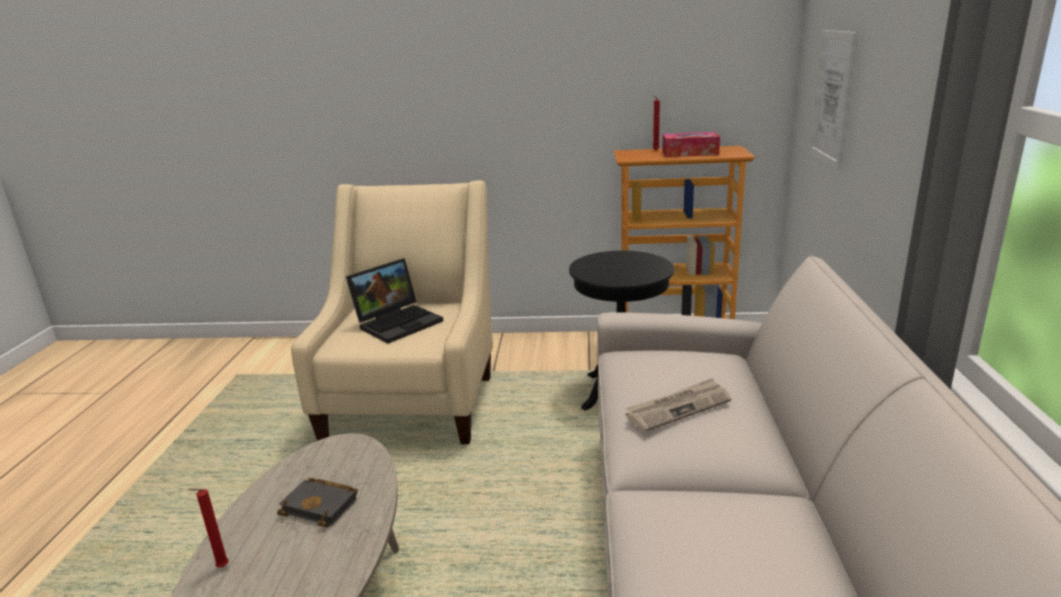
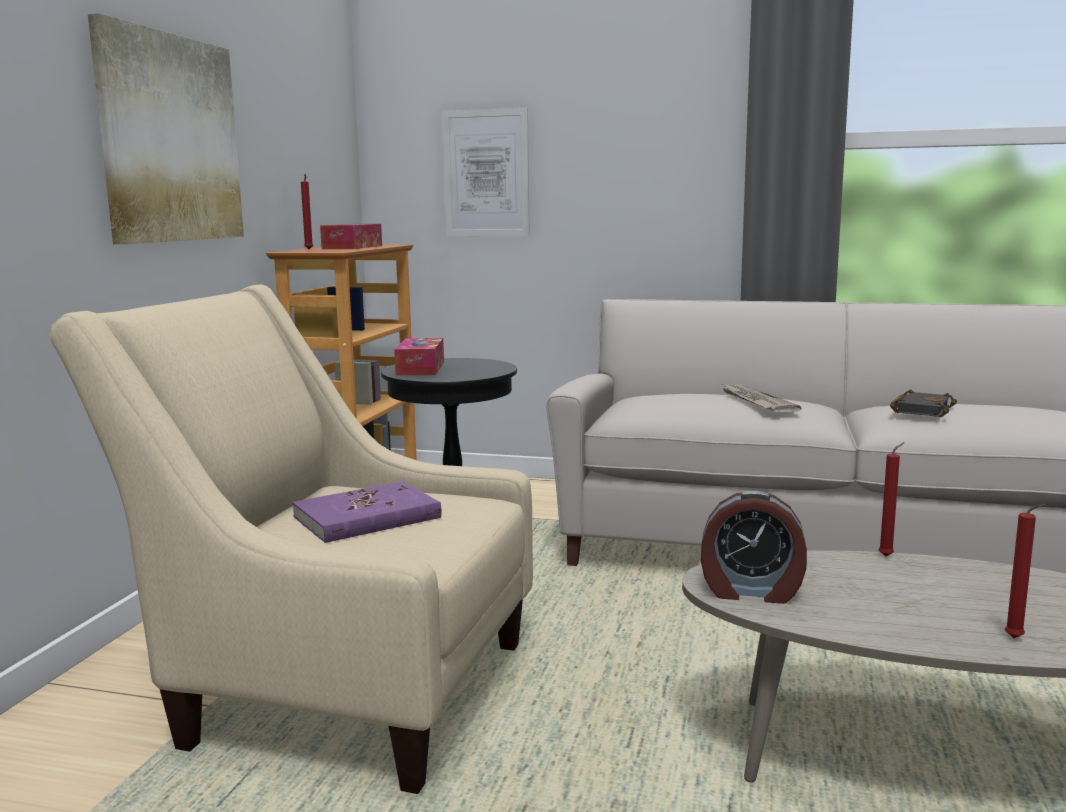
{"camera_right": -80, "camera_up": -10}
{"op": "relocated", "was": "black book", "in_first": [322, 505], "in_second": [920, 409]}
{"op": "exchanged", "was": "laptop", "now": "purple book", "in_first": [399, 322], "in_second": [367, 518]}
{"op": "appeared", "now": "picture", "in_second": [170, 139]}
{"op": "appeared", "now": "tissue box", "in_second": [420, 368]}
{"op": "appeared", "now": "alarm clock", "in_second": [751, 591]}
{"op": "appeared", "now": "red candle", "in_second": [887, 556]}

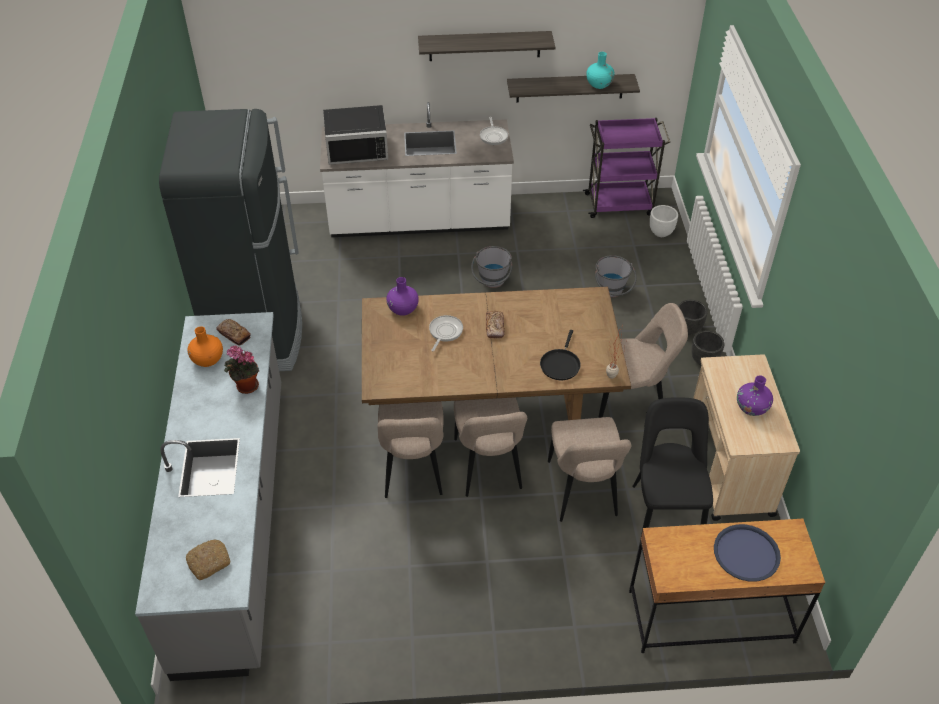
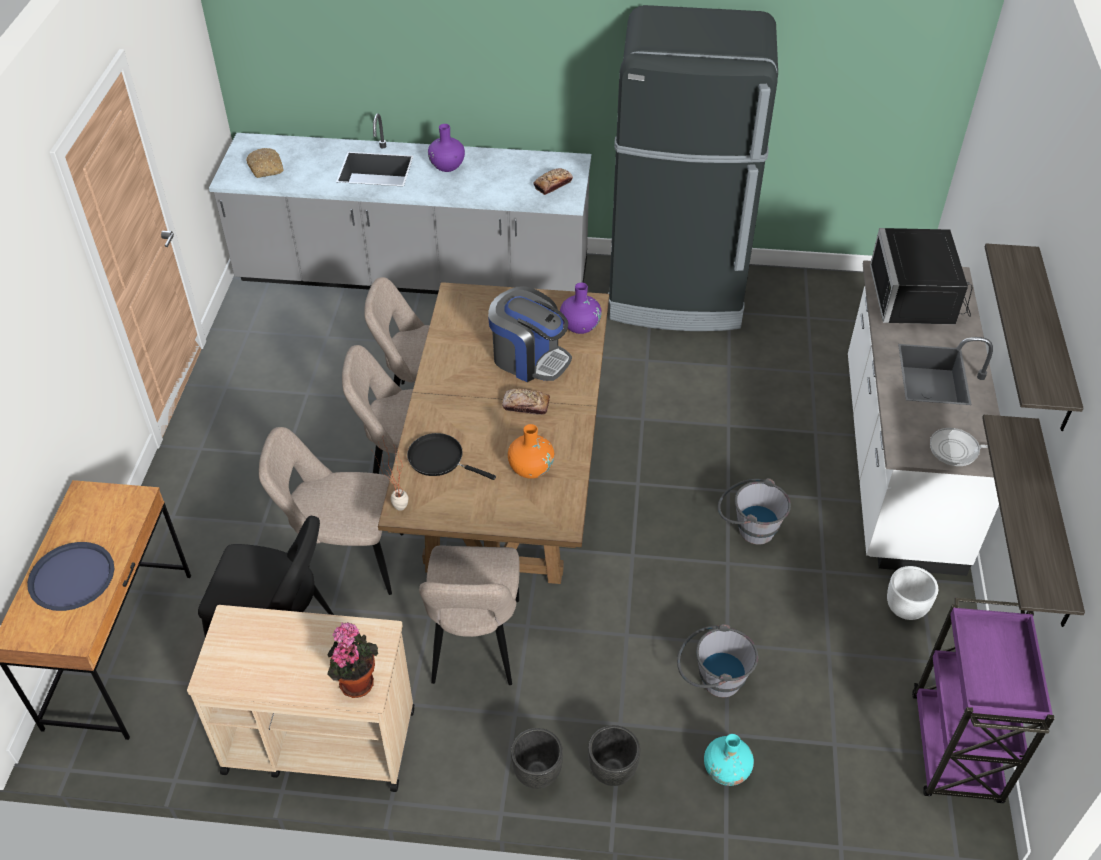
{"camera_right": 100, "camera_up": 0}
{"op": "relocated", "was": "orange vase", "in_first": [208, 360], "in_second": [531, 468]}
{"op": "relocated", "was": "potted plant", "in_first": [245, 387], "in_second": [355, 681]}
{"op": "exchanged", "was": "frying pan", "now": "coffee machine", "in_first": [445, 332], "in_second": [529, 358]}
{"op": "relocated", "was": "turquoise vase", "in_first": [599, 84], "in_second": [726, 770]}
{"op": "relocated", "was": "white planter", "in_first": [661, 233], "in_second": [905, 610]}
{"op": "relocated", "was": "purple vase", "in_first": [751, 408], "in_second": [447, 166]}

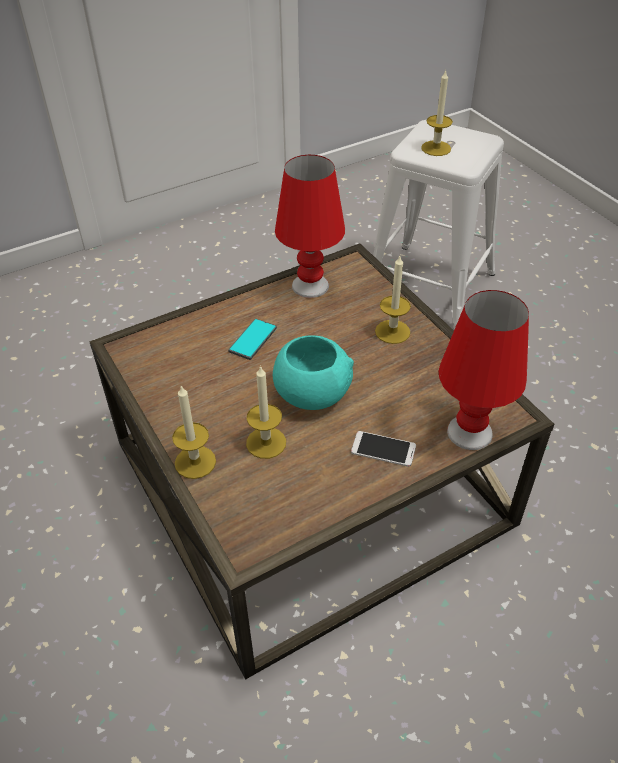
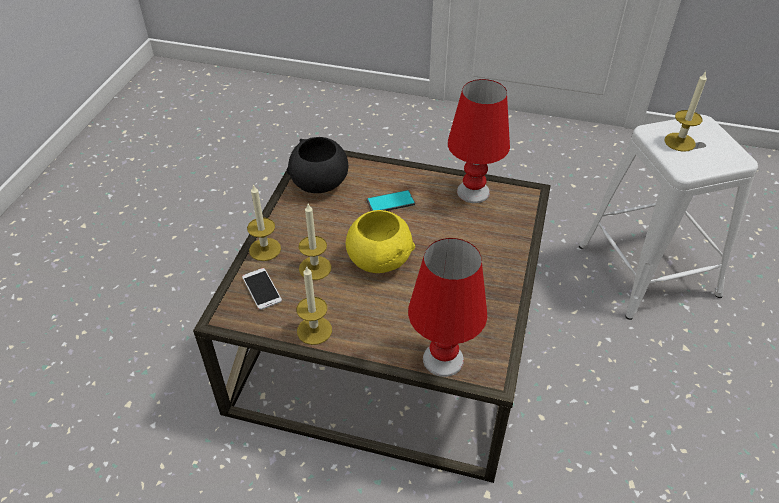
{"camera_right": 45, "camera_up": 0}
{"op": "colour", "was": "turquoise bowl", "now": "yellow bowl", "in_first": [311, 394], "in_second": [379, 260]}
{"op": "relocated", "was": "phone", "in_first": [383, 449], "in_second": [261, 289]}
{"op": "relocated", "was": "candle", "in_first": [392, 331], "in_second": [314, 330]}
{"op": "appeared", "now": "black bowl", "in_second": [320, 184]}

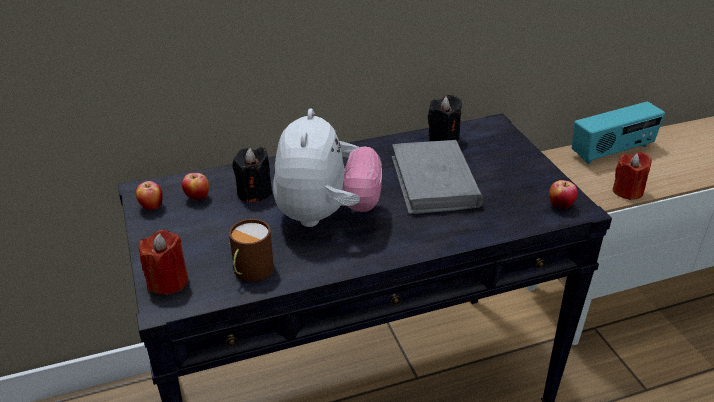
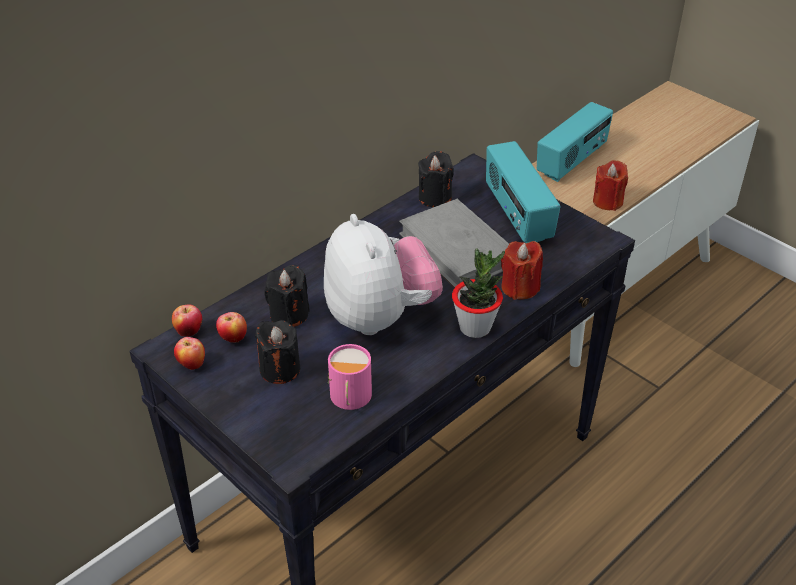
{"camera_right": -25, "camera_up": 5}
{"op": "relocated", "was": "red candle", "in_first": [167, 281], "in_second": [520, 287]}
{"op": "colour", "was": "brown mug", "now": "pink mug", "in_first": [250, 270], "in_second": [349, 398]}
{"op": "relocated", "was": "apple", "in_first": [560, 205], "in_second": [189, 331]}
{"op": "appeared", "now": "black candle", "in_second": [280, 369]}
{"op": "appeared", "now": "potted plant", "in_second": [475, 327]}
{"op": "appeared", "now": "radio", "in_second": [517, 216]}

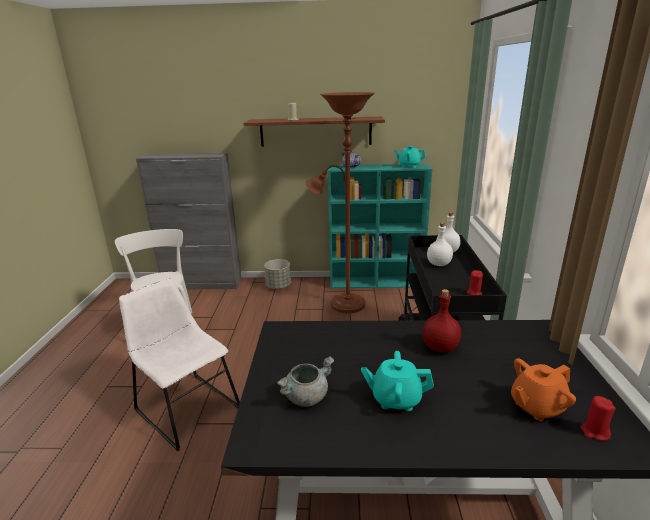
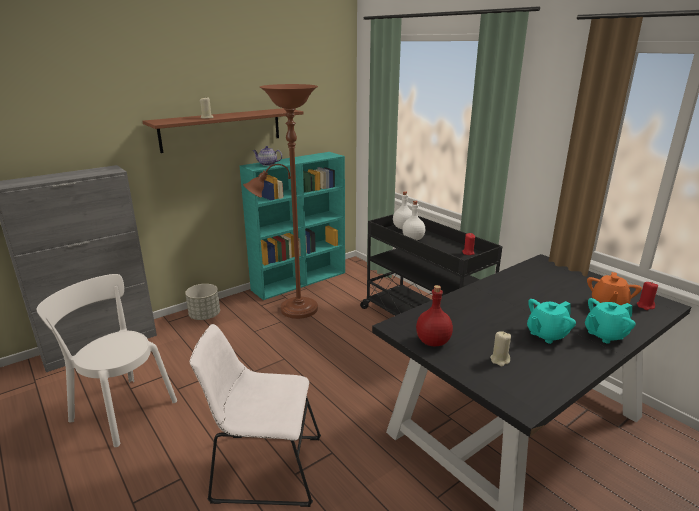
{"camera_right": -40, "camera_up": 0}
{"op": "exchanged", "was": "grey cooking pot", "now": "beige candle", "in_first": [306, 397], "in_second": [500, 360]}
{"op": "relocated", "was": "turquoise teapot", "in_first": [409, 166], "in_second": [604, 335]}
{"op": "relocated", "was": "red bottle", "in_first": [439, 347], "in_second": [432, 342]}

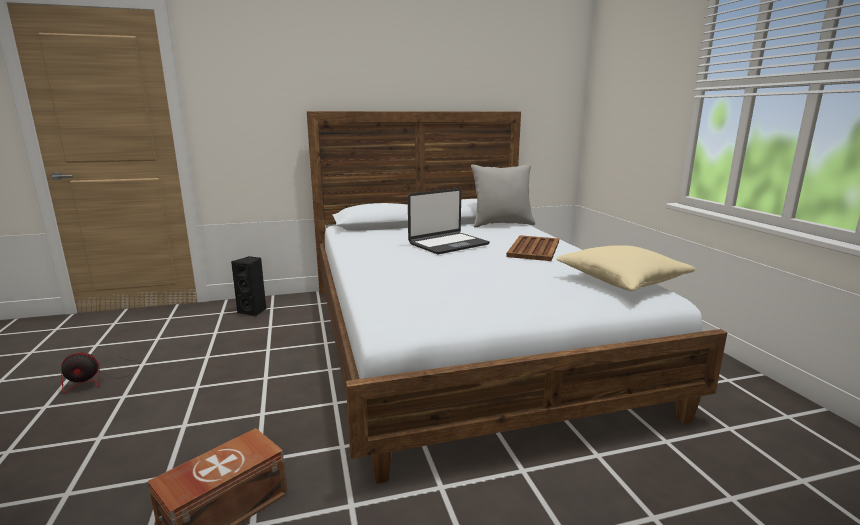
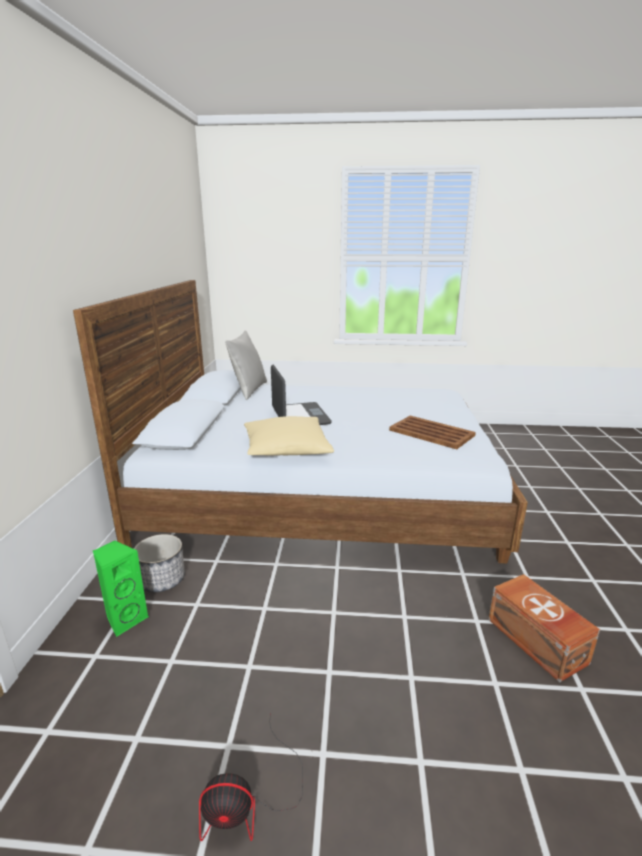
{"camera_right": -70, "camera_up": 5}
{"op": "spun", "was": "fan", "in_first": [100, 379], "in_second": [250, 801], "clockwise": 90}
{"op": "colour", "was": "black speaker", "now": "green speaker", "in_first": [253, 311], "in_second": [126, 619]}
{"op": "relocated", "was": "brown tray", "in_first": [534, 249], "in_second": [430, 432]}
{"op": "relocated", "was": "beige pillow", "in_first": [621, 281], "in_second": [286, 449]}
{"op": "appeared", "now": "planter", "in_second": [162, 580]}

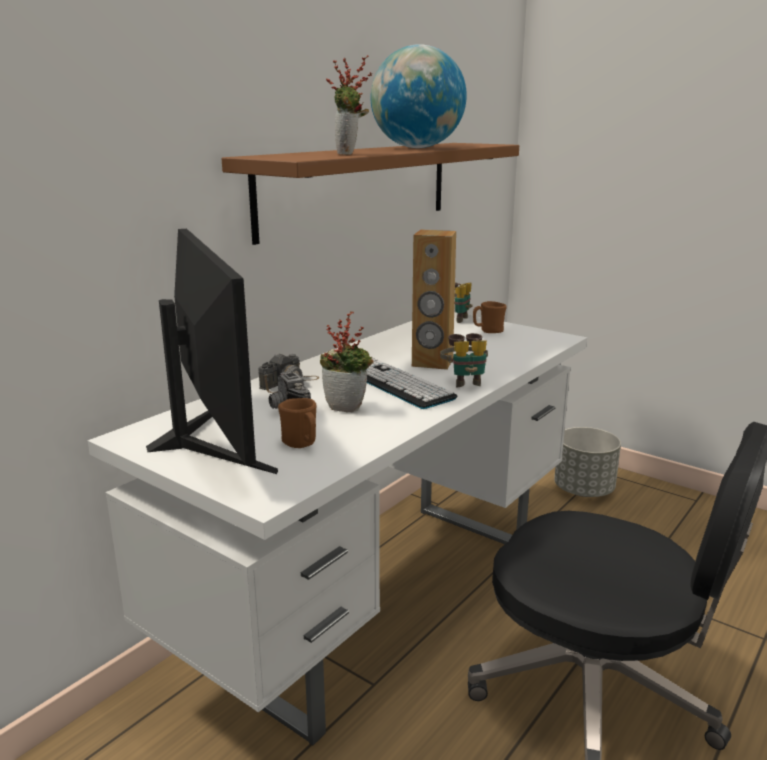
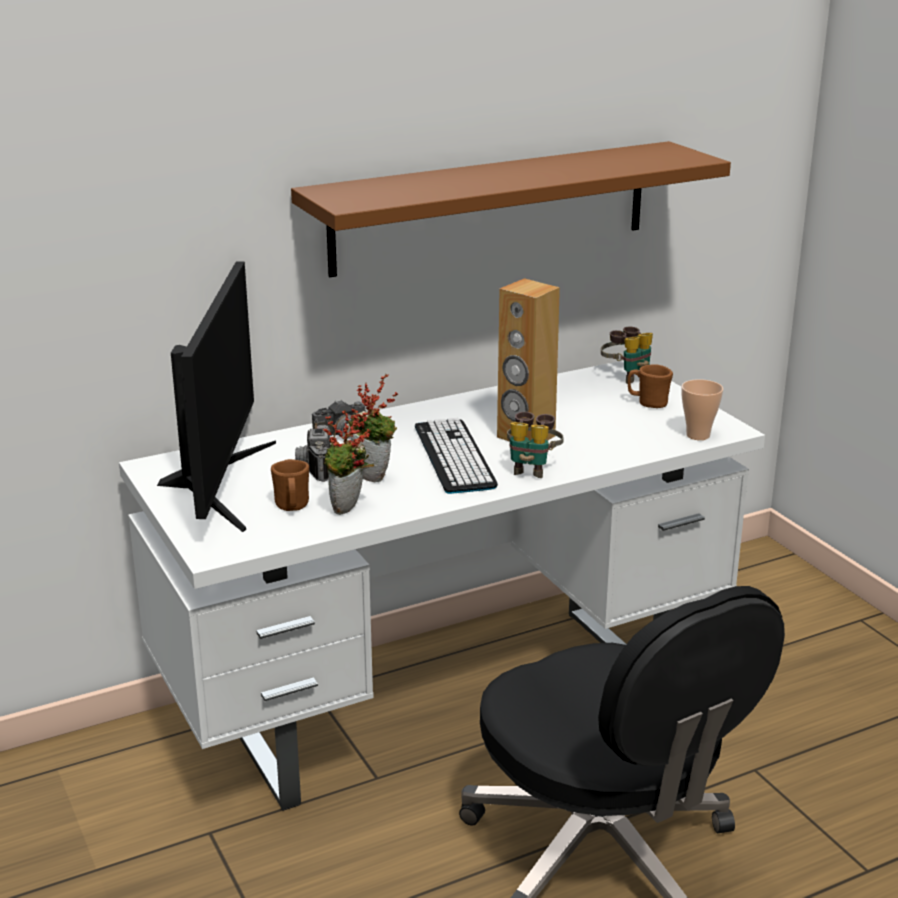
{"camera_right": 25, "camera_up": 5}
{"op": "relocated", "was": "potted plant", "in_first": [350, 154], "in_second": [349, 509]}
{"op": "missing", "was": "globe", "in_first": [417, 148]}
{"op": "missing", "was": "grey planter", "in_first": [583, 490]}
{"op": "appeared", "now": "cup", "in_second": [698, 435]}

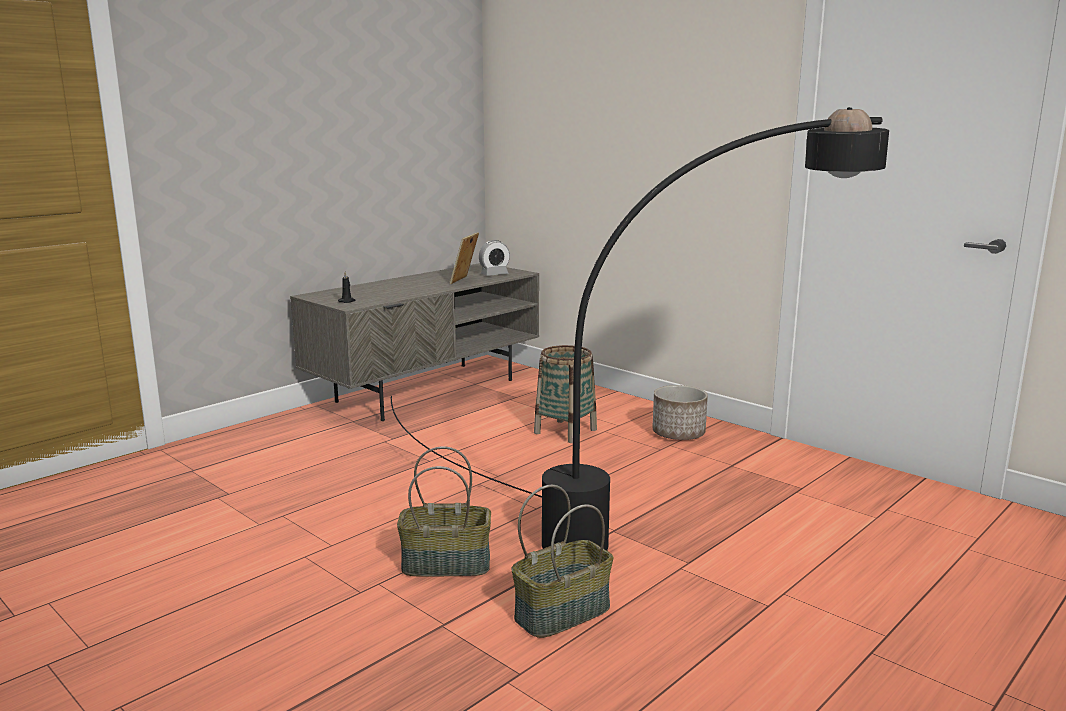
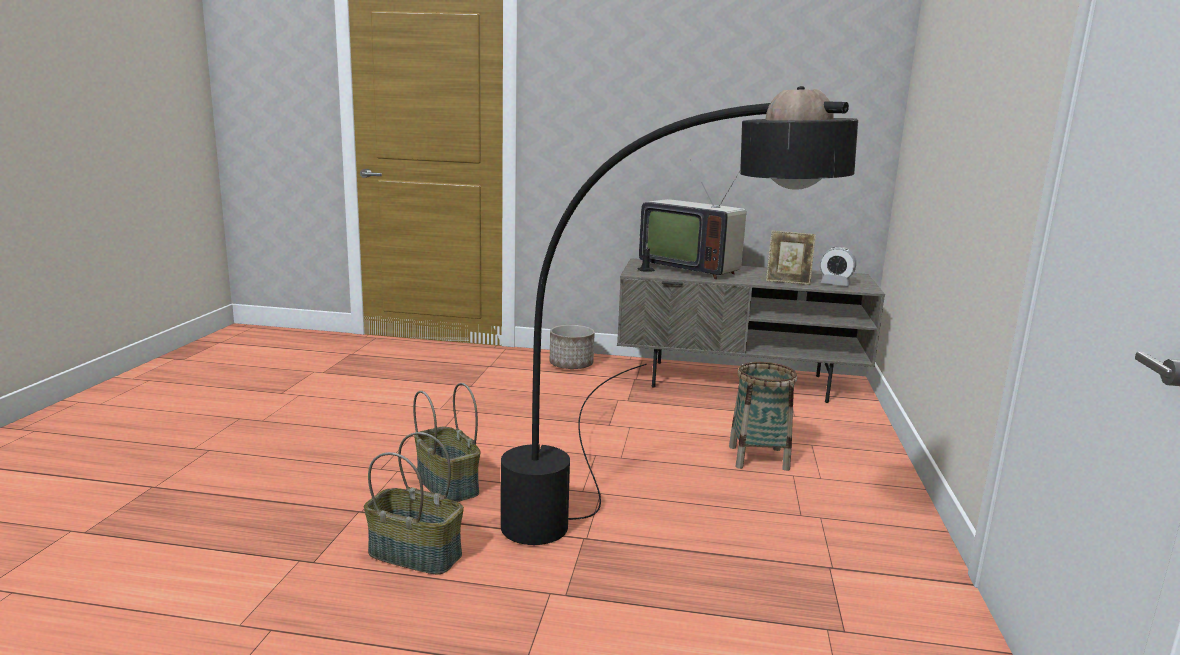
{"camera_right": 55, "camera_up": 0}
{"op": "spun", "was": "picture frame", "in_first": [464, 281], "in_second": [788, 281], "clockwise": -150}
{"op": "relocated", "was": "planter", "in_first": [679, 434], "in_second": [571, 365]}
{"op": "appeared", "now": "television", "in_second": [690, 268]}

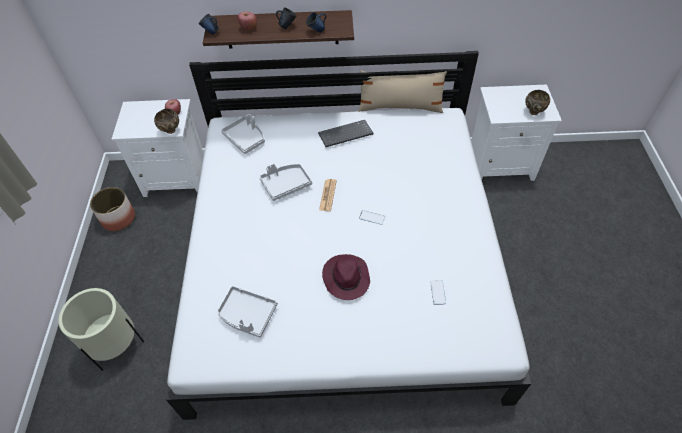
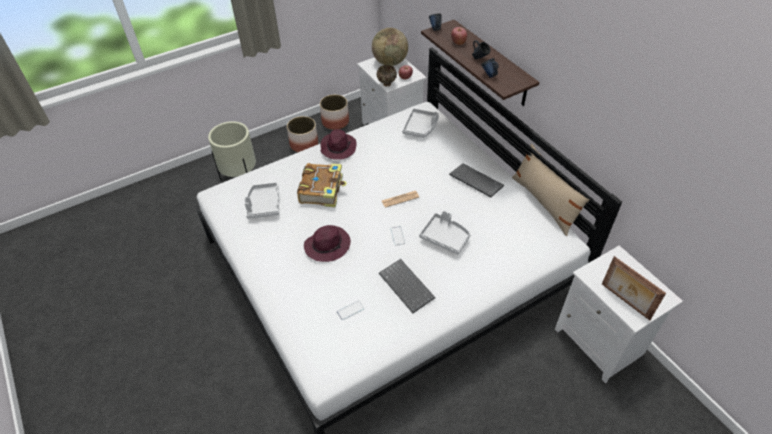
{"camera_right": 60, "camera_up": -5}
{"op": "relocated", "was": "grey tray", "in_first": [286, 184], "in_second": [445, 237]}
{"op": "exchanged", "was": "brown bowl", "now": "picture frame", "in_first": [533, 111], "in_second": [624, 302]}
{"op": "appeared", "now": "planter", "in_second": [304, 144]}
{"op": "appeared", "now": "book", "in_second": [322, 189]}
{"op": "appeared", "now": "purple hat", "in_second": [338, 148]}
{"op": "appeared", "now": "globe", "in_second": [390, 62]}
{"op": "appeared", "now": "keyboard", "in_second": [407, 286]}

